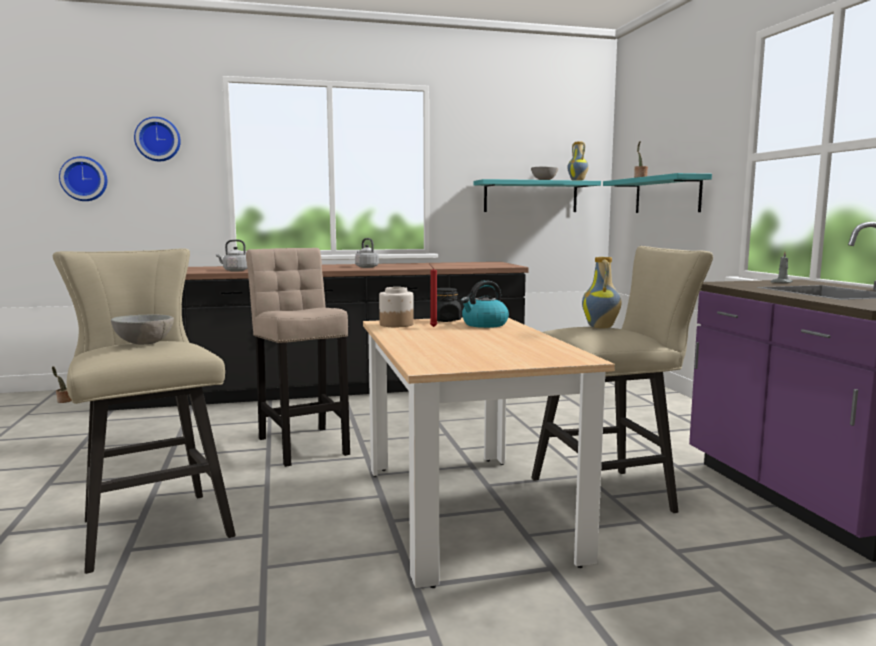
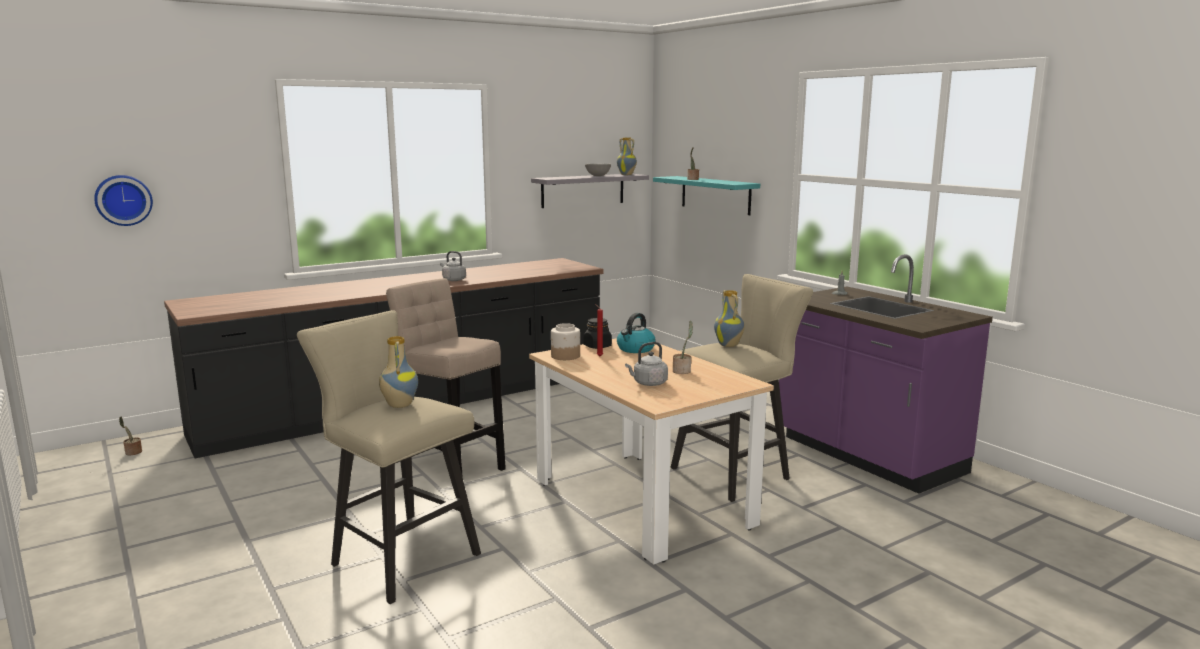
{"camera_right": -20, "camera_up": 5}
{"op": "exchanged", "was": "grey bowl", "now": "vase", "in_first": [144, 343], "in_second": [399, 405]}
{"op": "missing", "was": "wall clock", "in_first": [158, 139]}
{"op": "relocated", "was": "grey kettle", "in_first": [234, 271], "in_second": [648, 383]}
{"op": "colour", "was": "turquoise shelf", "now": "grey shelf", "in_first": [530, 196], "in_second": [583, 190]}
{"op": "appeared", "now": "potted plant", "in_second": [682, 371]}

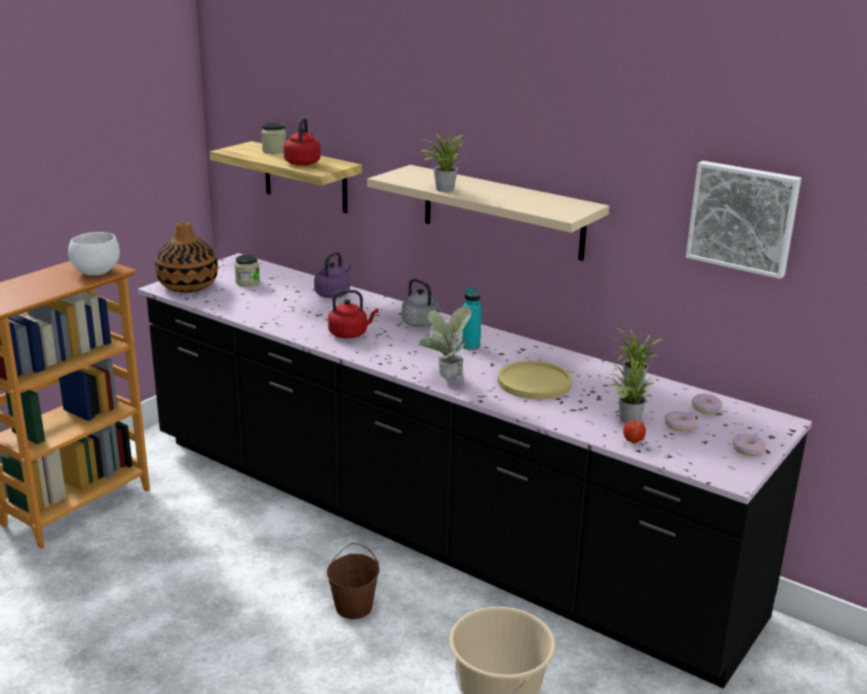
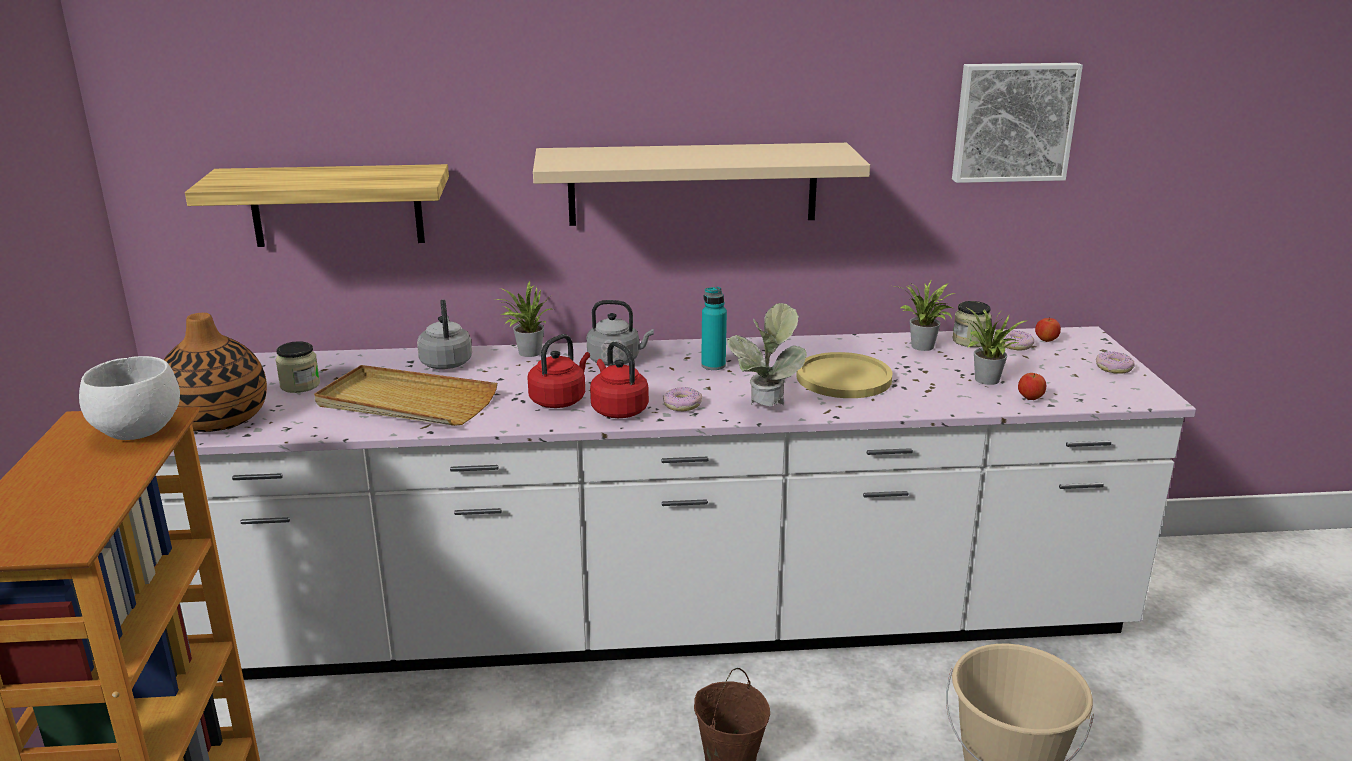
{"camera_right": -40, "camera_up": 0}
{"op": "colour", "was": "black counter", "now": "white counter", "in_first": [429, 525], "in_second": [676, 619]}
{"op": "relocated", "was": "jar", "in_first": [274, 151], "in_second": [970, 341]}
{"op": "relocated", "was": "red kettle", "in_first": [303, 162], "in_second": [617, 410]}
{"op": "colour", "was": "purple kettle", "now": "grey kettle", "in_first": [333, 294], "in_second": [446, 362]}
{"op": "relocated", "was": "potted plant", "in_first": [442, 189], "in_second": [526, 352]}
{"op": "relocated", "was": "donut", "in_first": [679, 425], "in_second": [682, 405]}
{"op": "appeared", "now": "beige tray", "in_second": [405, 402]}
{"op": "appeared", "now": "apple", "in_second": [1046, 340]}

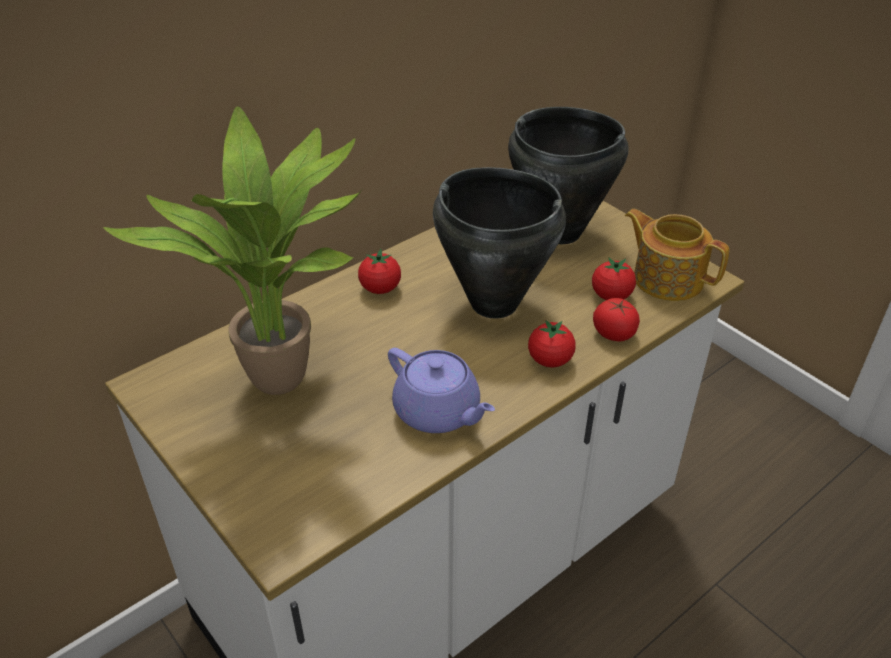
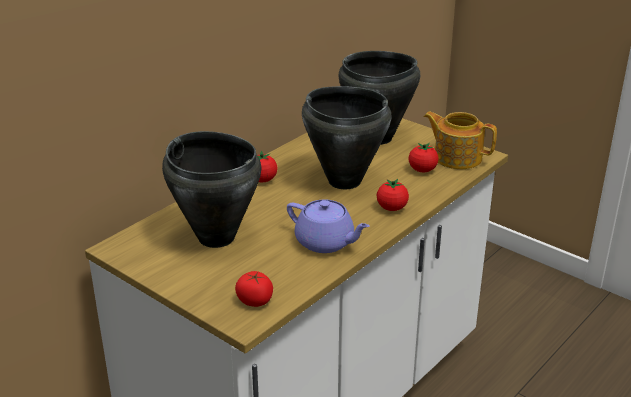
{"camera_right": -10, "camera_up": -10}
{"op": "exchanged", "was": "potted plant", "now": "black cooking pot", "in_first": [287, 382], "in_second": [216, 237]}
{"op": "relocated", "was": "tomato", "in_first": [614, 333], "in_second": [255, 301]}

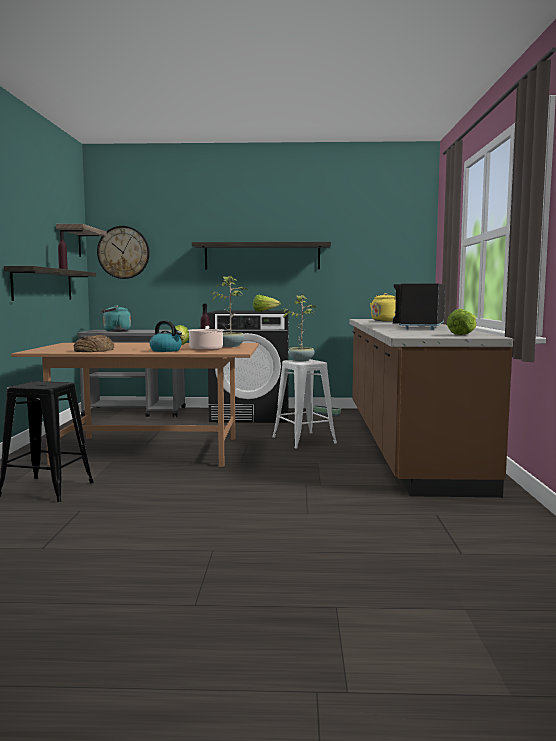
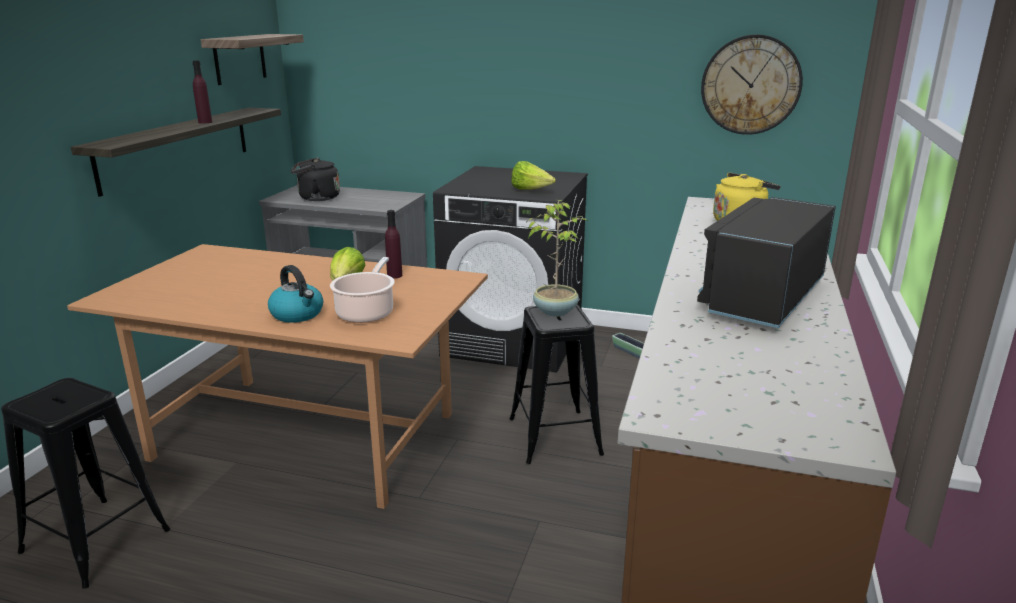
{"camera_right": 15, "camera_up": 15}
{"op": "missing", "was": "bread", "in_first": [94, 350]}
{"op": "relocated", "was": "wall clock", "in_first": [123, 252], "in_second": [750, 85]}
{"op": "colour", "was": "turquoise kettle", "now": "black kettle", "in_first": [115, 331], "in_second": [316, 198]}
{"op": "missing", "was": "shelf", "in_first": [262, 256]}
{"op": "missing", "was": "potted plant", "in_first": [230, 346]}
{"op": "colour", "was": "white stool", "now": "black stool", "in_first": [303, 440], "in_second": [554, 436]}
{"op": "missing", "was": "lettuce", "in_first": [462, 334]}

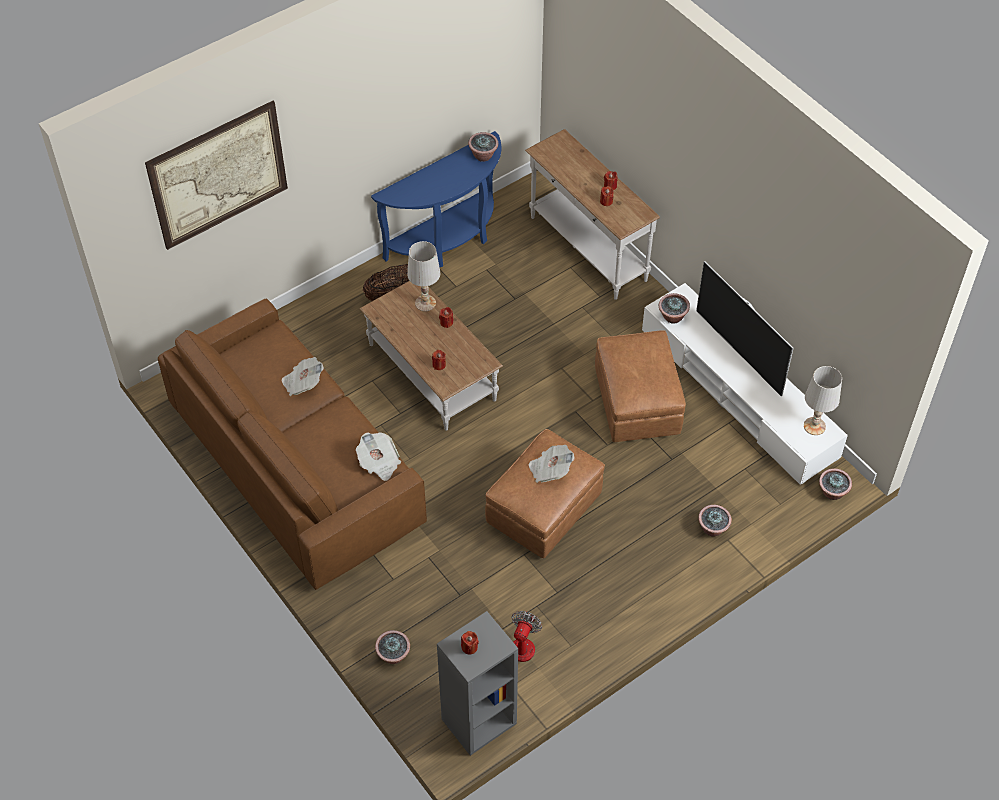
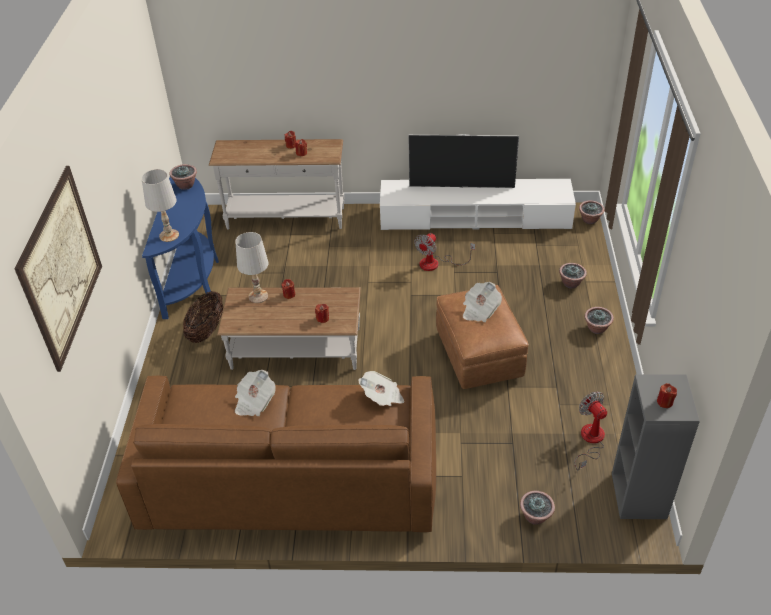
{"camera_right": -50, "camera_up": -10}
{"op": "exchanged", "was": "brown ottoman", "now": "fan", "in_first": [637, 404], "in_second": [436, 263]}
{"op": "relocated", "was": "potted plant", "in_first": [672, 317], "in_second": [596, 329]}
{"op": "relocated", "was": "white table lamp", "in_first": [814, 426], "in_second": [169, 235]}

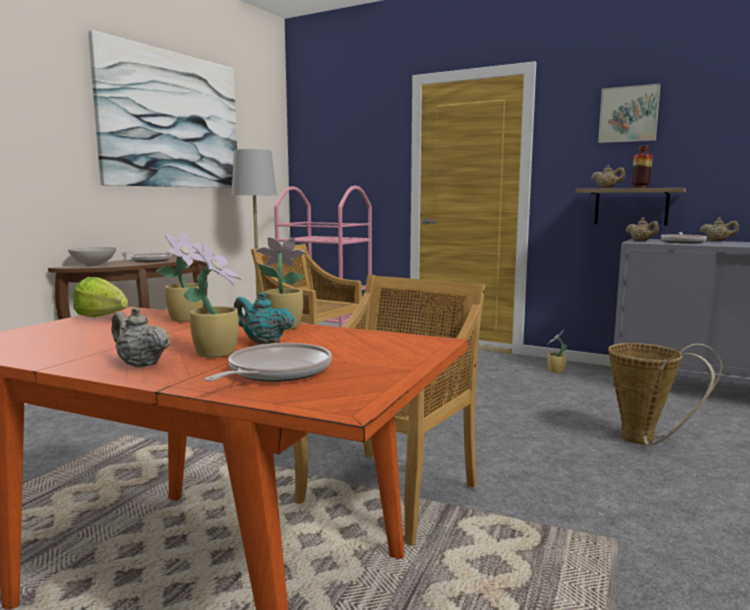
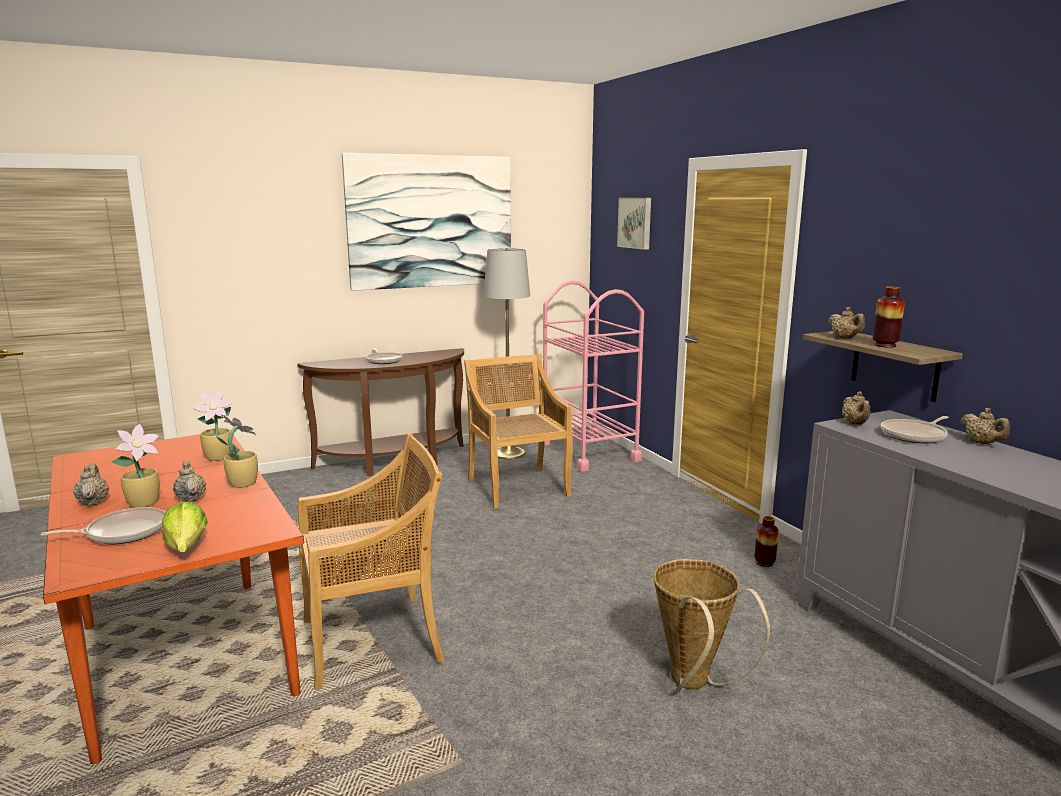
{"camera_right": 35, "camera_up": 5}
{"op": "missing", "was": "white bowl", "in_first": [94, 265]}
{"op": "relocated", "was": "lettuce", "in_first": [105, 318], "in_second": [184, 551]}
{"op": "colour", "was": "turquoise teapot", "now": "beige teapot", "in_first": [263, 342], "in_second": [191, 498]}
{"op": "exchanged", "was": "potted plant", "now": "vase", "in_first": [555, 371], "in_second": [764, 563]}
{"op": "relocated", "was": "picture", "in_first": [629, 114], "in_second": [636, 223]}

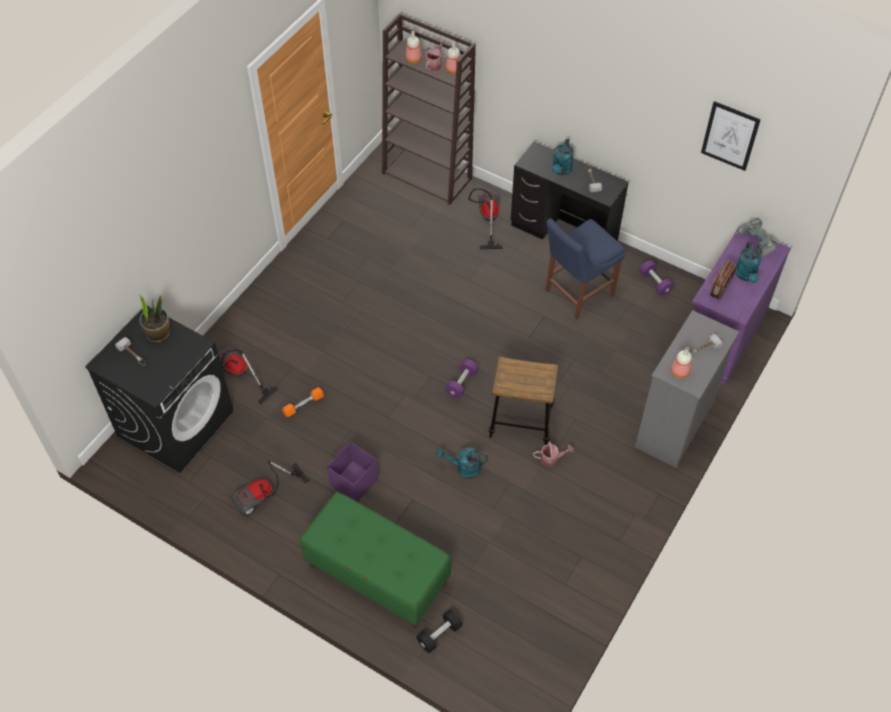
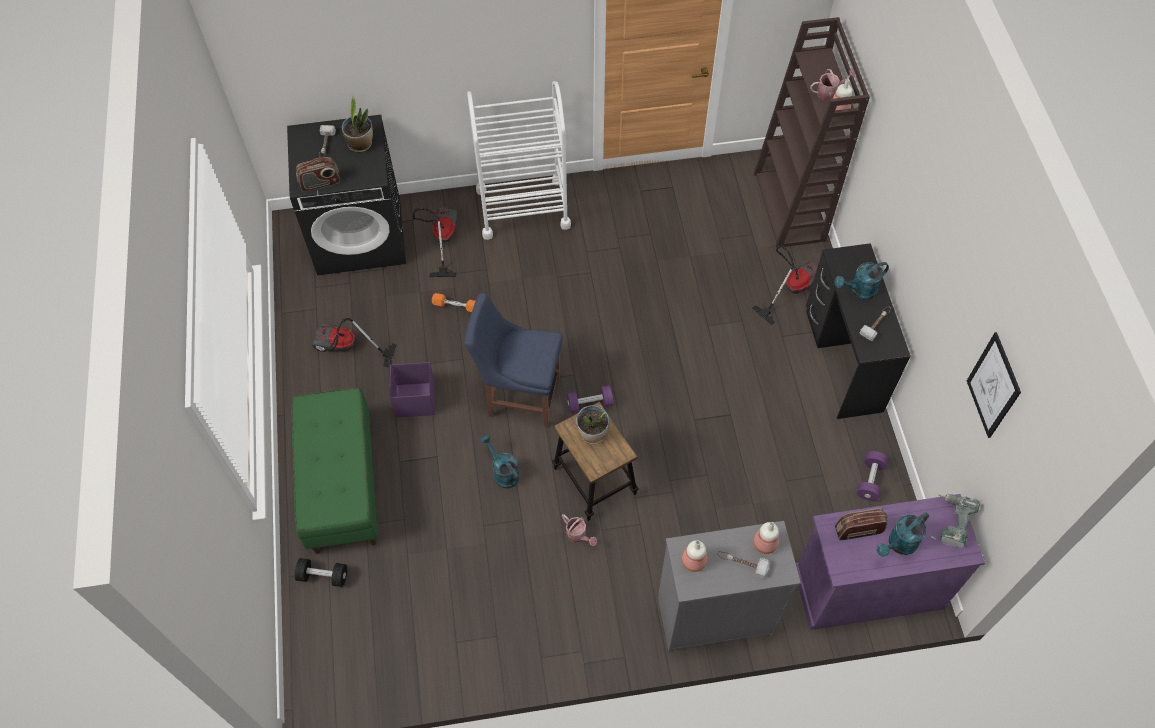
{"camera_right": 50, "camera_up": 5}
{"op": "relocated", "was": "bottle", "in_first": [414, 59], "in_second": [765, 543]}
{"op": "relocated", "was": "blue chair", "in_first": [576, 294], "in_second": [520, 396]}
{"op": "appeared", "now": "radio", "in_second": [320, 183]}
{"op": "appeared", "now": "white cart", "in_second": [523, 208]}
{"op": "appeared", "now": "potted plant", "in_second": [593, 433]}

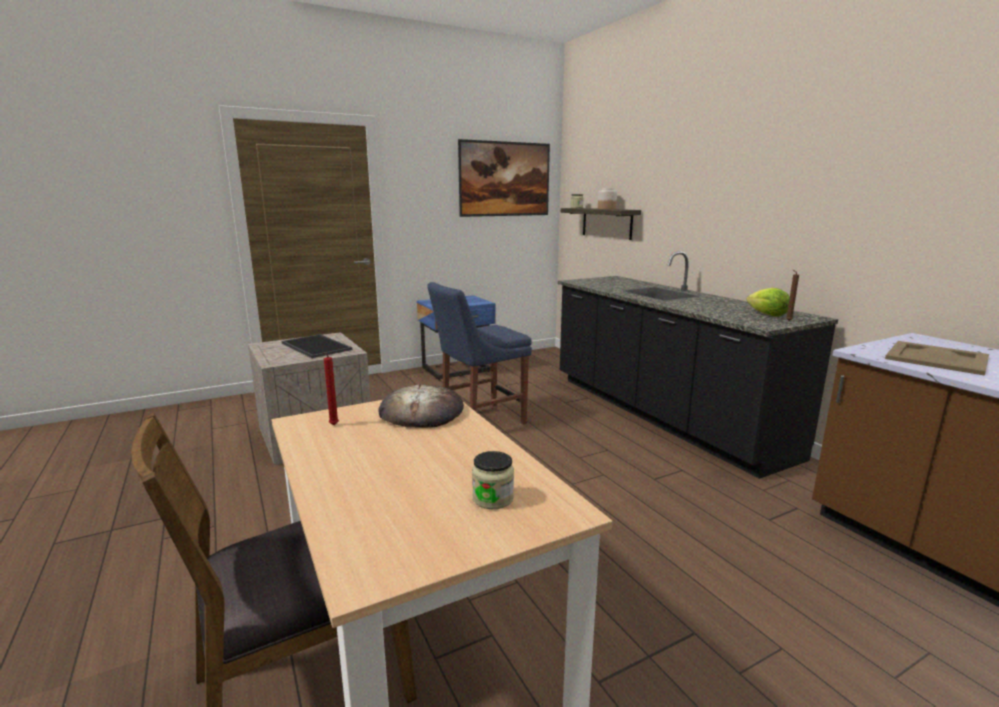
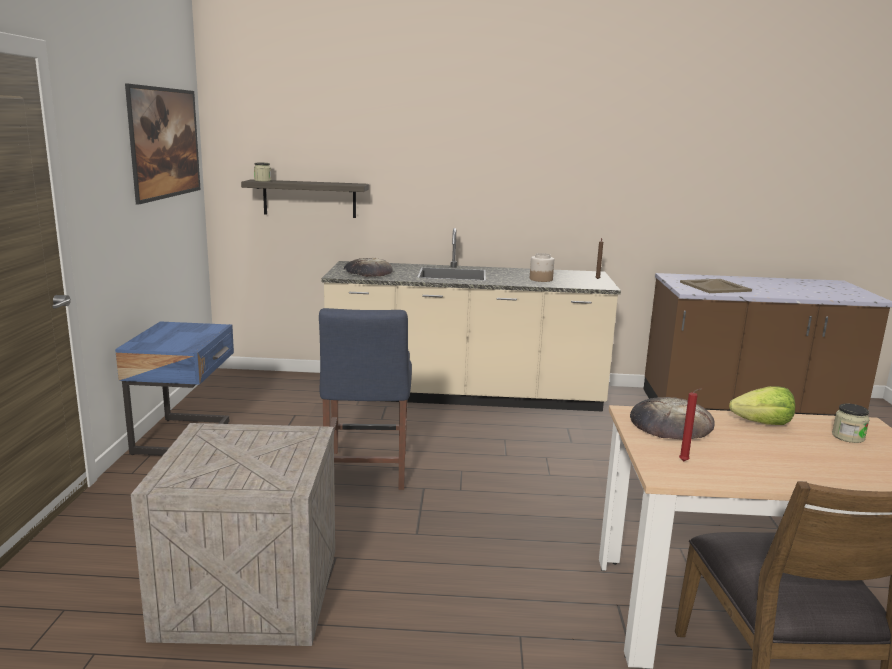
{"camera_right": -60, "camera_up": 0}
{"op": "missing", "was": "tray", "in_first": [314, 346]}
{"op": "colour", "was": "black counter", "now": "beige counter", "in_first": [661, 415], "in_second": [465, 396]}
{"op": "relocated", "was": "jar", "in_first": [606, 209], "in_second": [540, 279]}
{"op": "relocated", "was": "lettuce", "in_first": [766, 314], "in_second": [762, 423]}
{"op": "appeared", "now": "bread", "in_second": [368, 272]}

